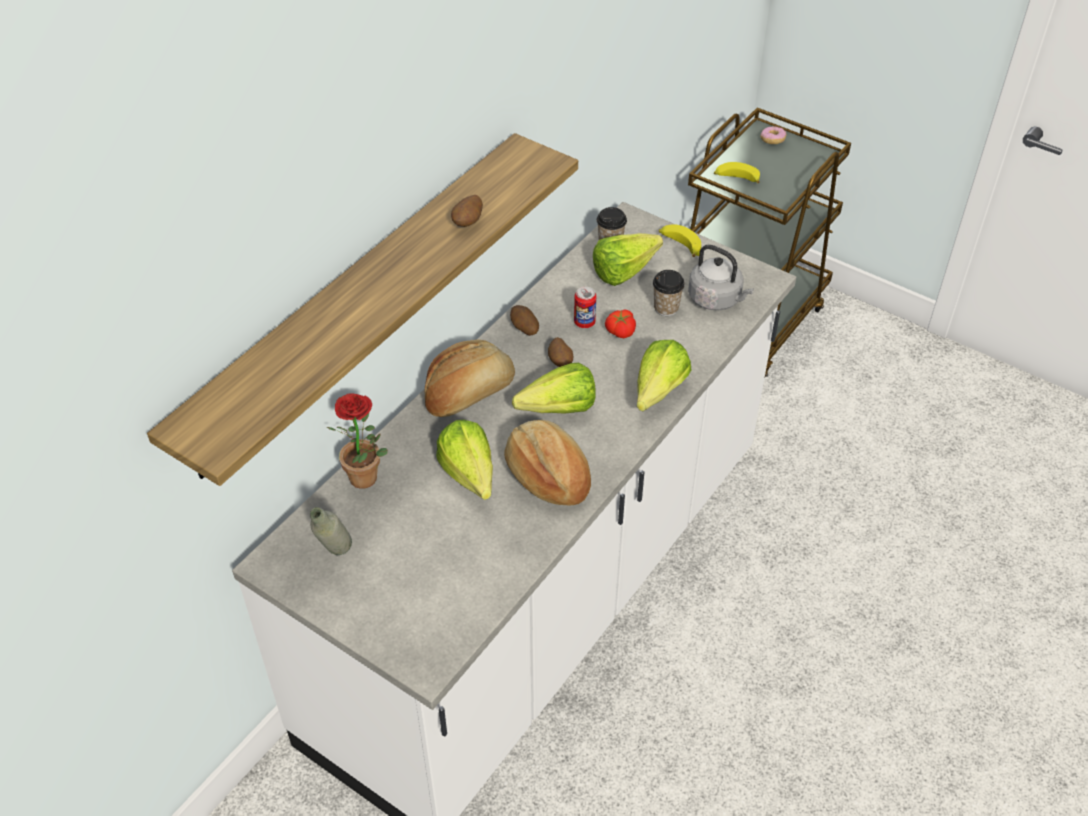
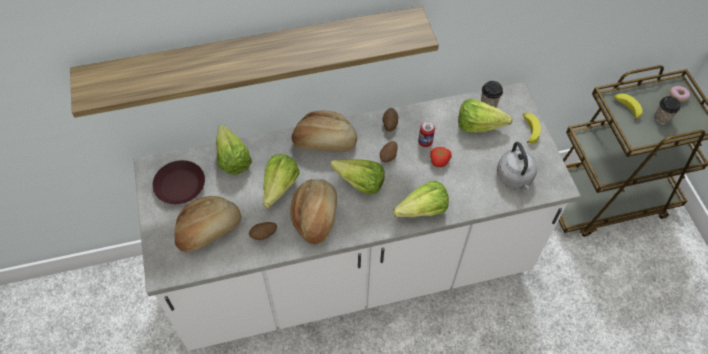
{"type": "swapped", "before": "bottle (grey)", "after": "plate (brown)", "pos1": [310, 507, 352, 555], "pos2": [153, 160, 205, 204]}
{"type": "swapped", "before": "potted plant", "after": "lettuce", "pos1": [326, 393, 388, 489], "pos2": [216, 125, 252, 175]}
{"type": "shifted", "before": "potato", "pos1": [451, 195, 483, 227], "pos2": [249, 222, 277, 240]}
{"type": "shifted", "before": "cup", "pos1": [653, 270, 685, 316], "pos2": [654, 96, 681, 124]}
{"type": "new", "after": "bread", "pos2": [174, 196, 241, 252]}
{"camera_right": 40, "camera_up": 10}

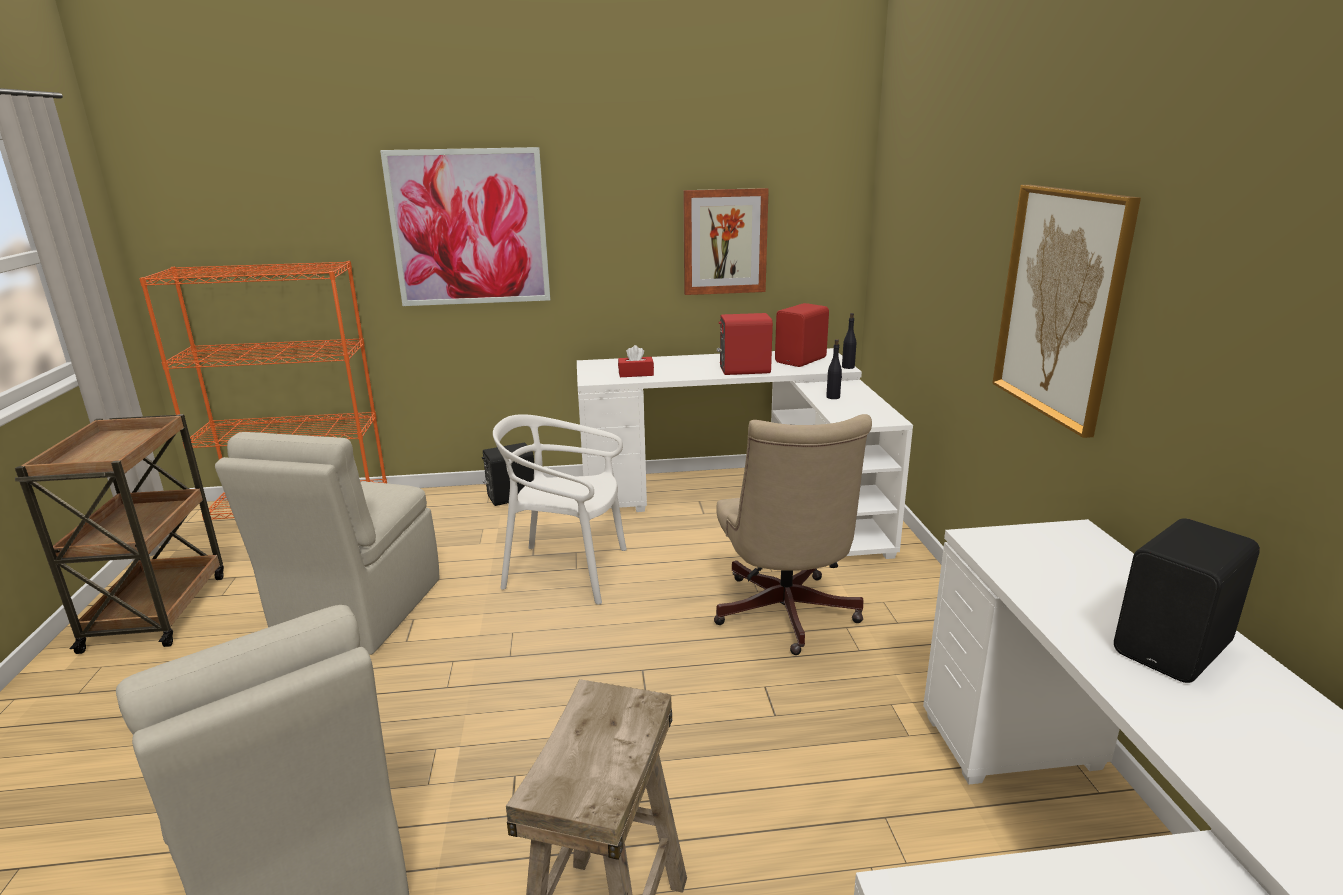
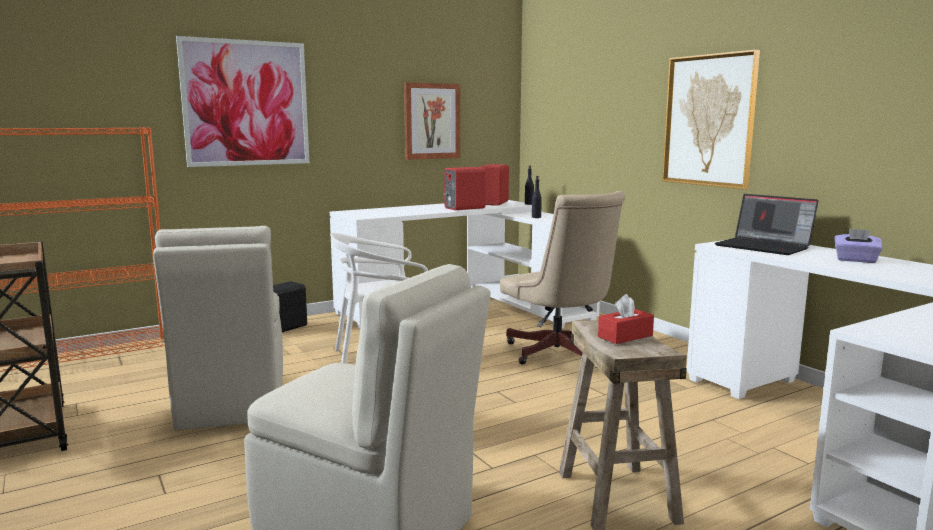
{"type": "shifted", "before": "tissue box (red)", "pos1": [618, 345, 654, 377], "pos2": [598, 294, 654, 344]}
{"type": "swapped", "before": "speaker (black)", "after": "tissue box (purple)", "pos1": [1114, 518, 1260, 683], "pos2": [835, 229, 883, 263]}
{"type": "new", "after": "laptop", "pos2": [715, 194, 819, 255]}
{"camera_right": -25, "camera_up": -10}

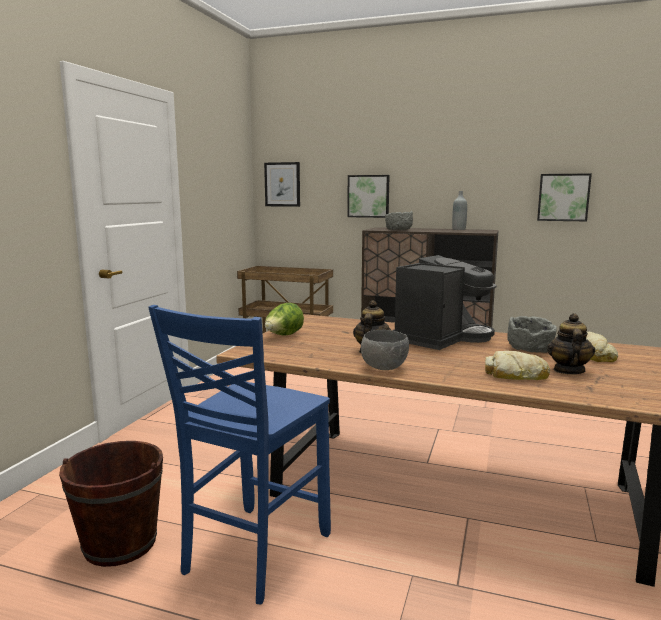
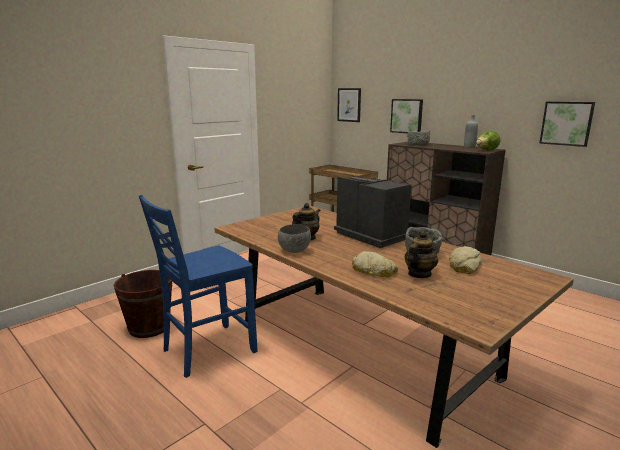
{"type": "shifted", "before": "lettuce", "pos1": [265, 303, 304, 336], "pos2": [476, 131, 501, 150]}
{"type": "rotated", "before": "coffee machine", "pos1": [392, 255, 497, 350], "pos2": [334, 177, 411, 248], "turn": -105}
{"camera_right": 25, "camera_up": 5}

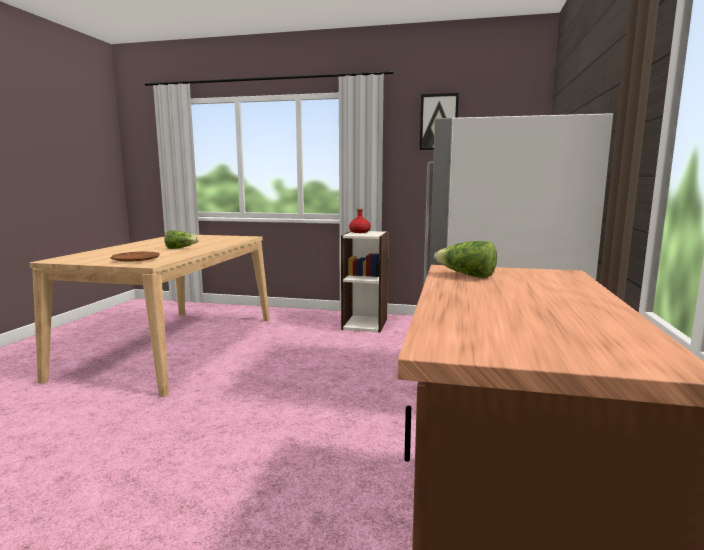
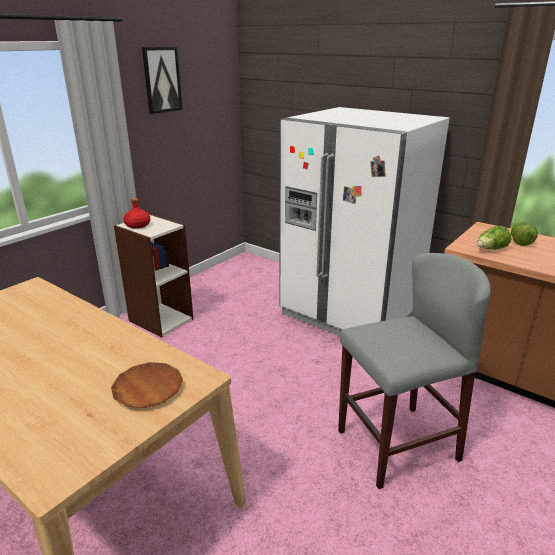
{"type": "shifted", "before": "lettuce", "pos1": [164, 230, 199, 249], "pos2": [511, 221, 538, 246]}
{"type": "new", "after": "stool (grey)", "pos2": [338, 253, 491, 489]}
{"camera_right": -65, "camera_up": 15}

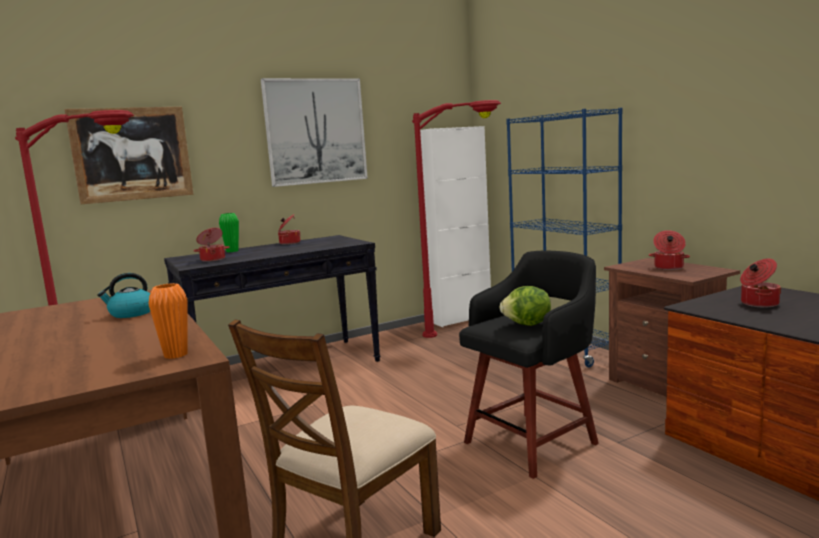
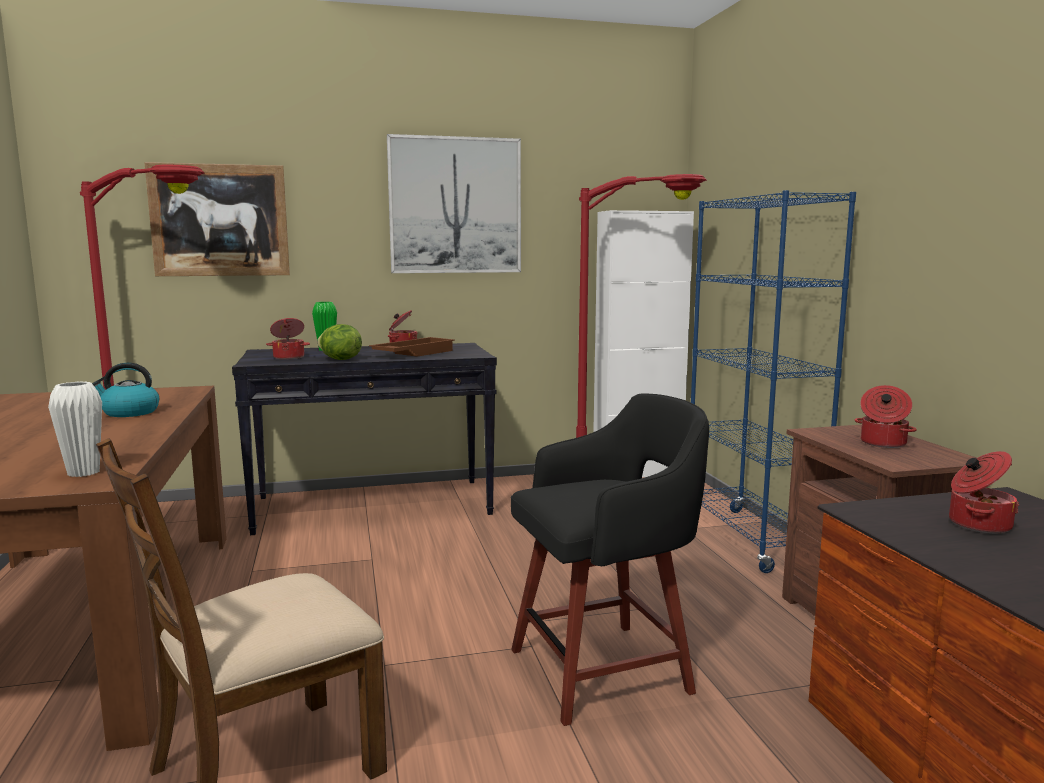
{"type": "repainted", "before": "vase (orange)", "after": "vase (white)", "pos1": [149, 283, 188, 359], "pos2": [48, 381, 102, 477]}
{"type": "shifted", "before": "lettuce", "pos1": [499, 286, 551, 326], "pos2": [317, 324, 362, 360]}
{"type": "new", "after": "tray (brown)", "pos2": [369, 337, 455, 357]}
{"camera_right": 15, "camera_up": 0}

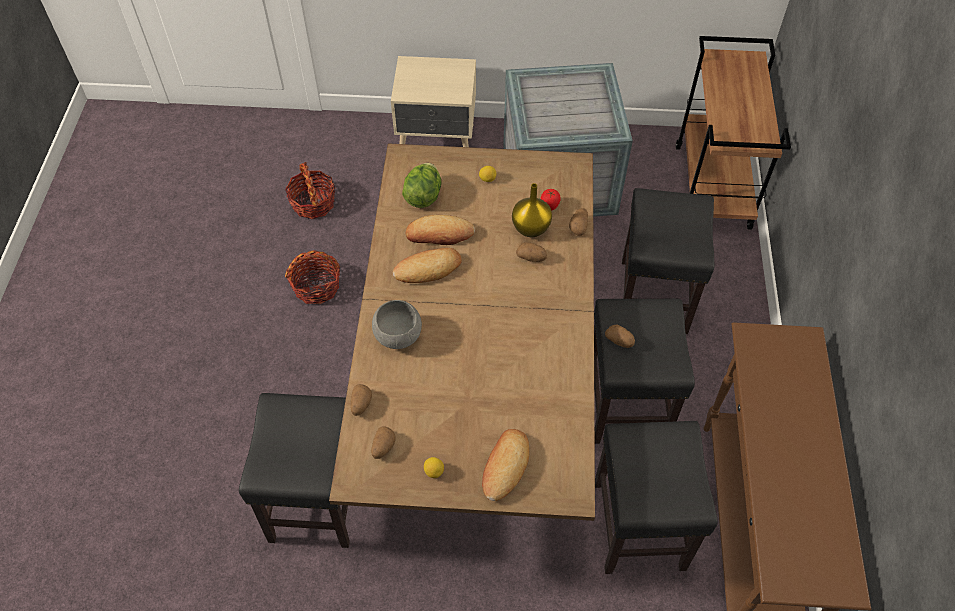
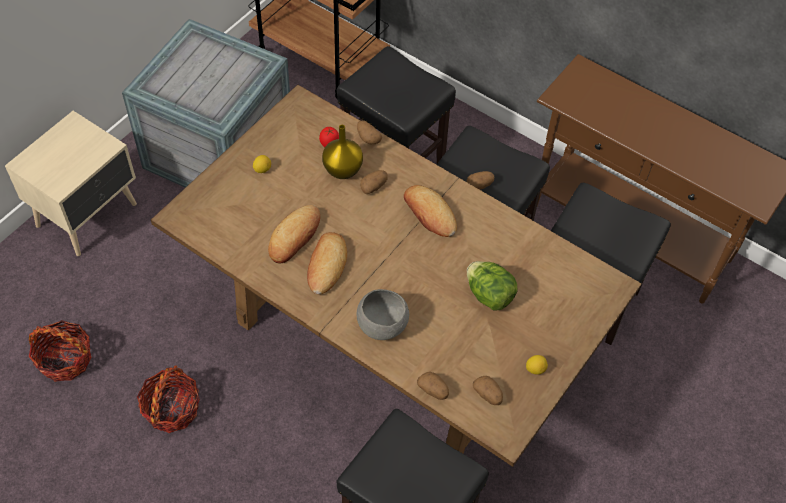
{"type": "shifted", "before": "lettuce", "pos1": [402, 163, 442, 208], "pos2": [467, 261, 518, 311]}
{"type": "shifted", "before": "bread", "pos1": [482, 429, 529, 501], "pos2": [404, 185, 457, 237]}
{"camera_right": -60, "camera_up": 0}

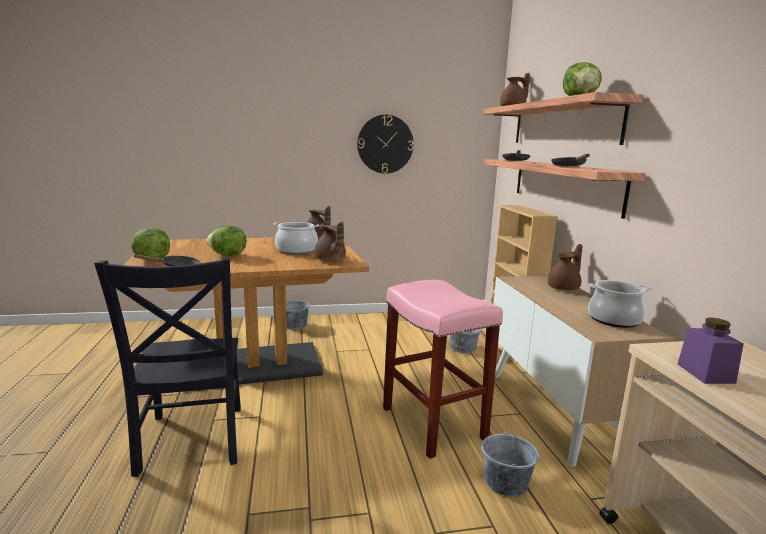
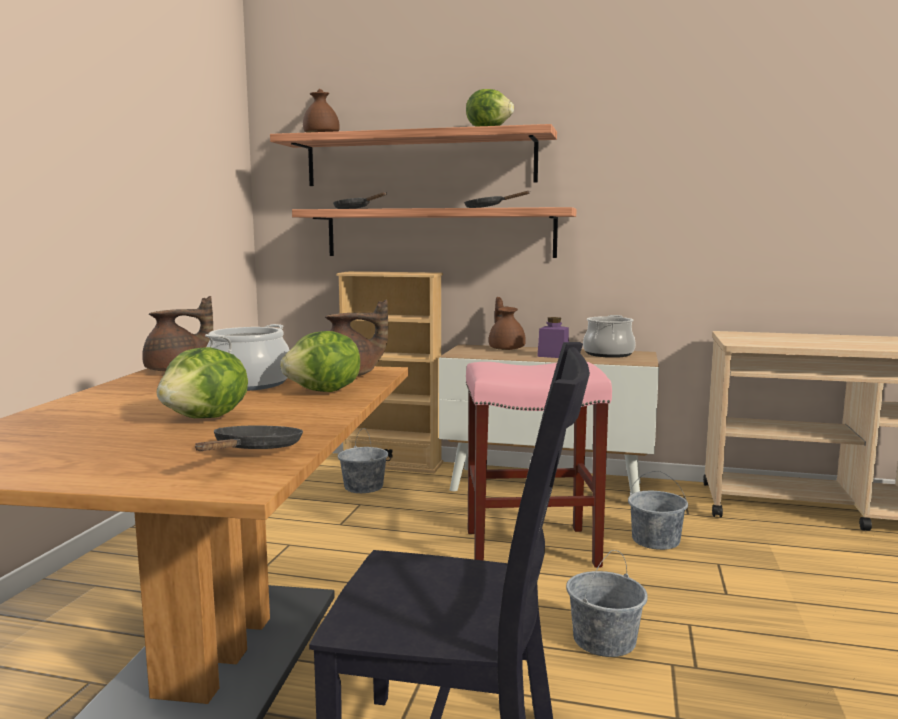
{"type": "shifted", "before": "lettuce", "pos1": [131, 228, 170, 260], "pos2": [280, 331, 360, 392]}
{"type": "shifted", "before": "bucket (grey)", "pos1": [286, 290, 310, 330], "pos2": [566, 550, 648, 657]}
{"type": "gone", "before": "wall clock", "pos1": [357, 115, 414, 174]}
{"type": "shifted", "before": "jar (purple)", "pos1": [678, 317, 744, 384], "pos2": [537, 317, 569, 358]}
{"camera_right": -65, "camera_up": -5}

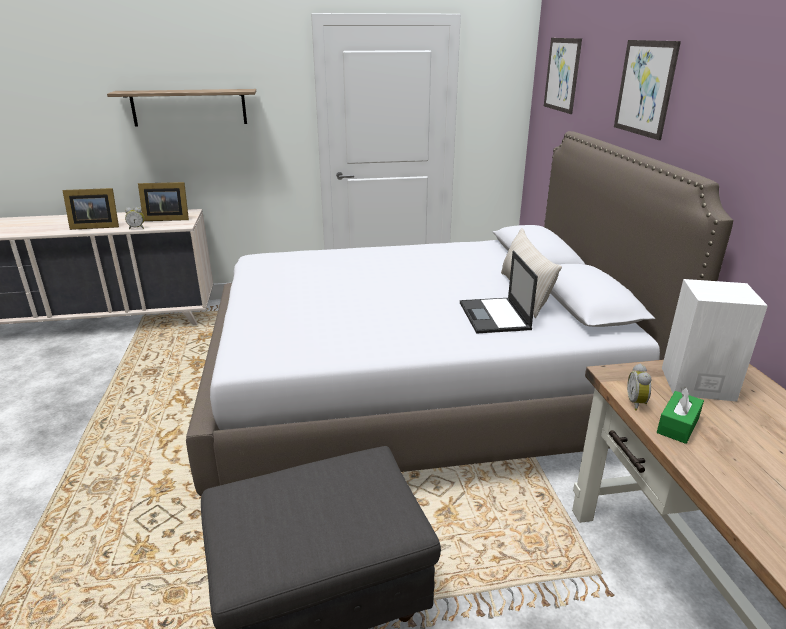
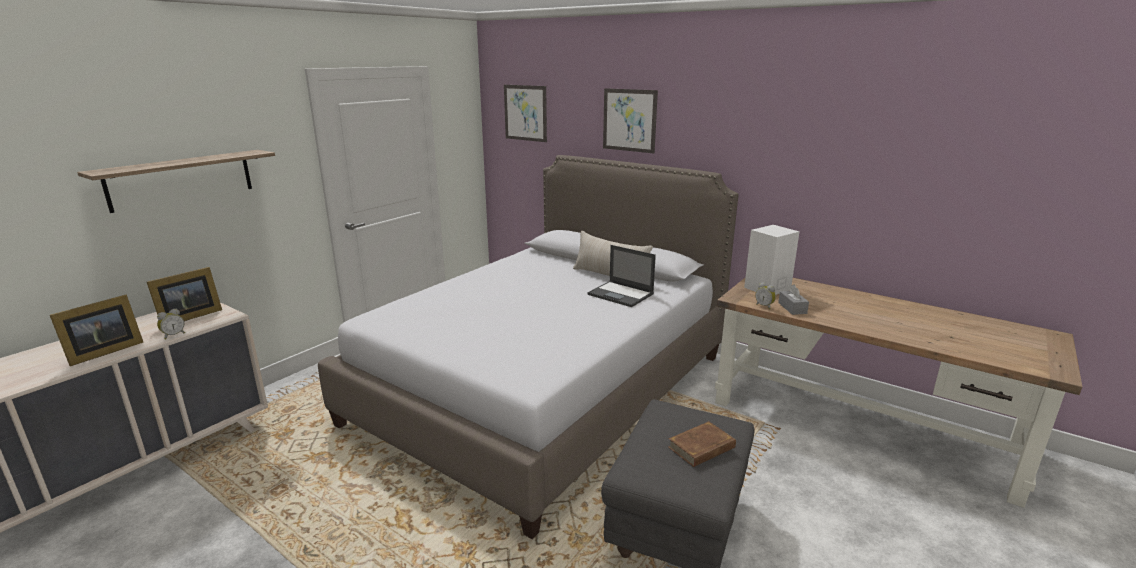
{"type": "repainted", "before": "tissue box (green)", "after": "tissue box (grey)", "pos1": [657, 387, 704, 444], "pos2": [778, 284, 809, 315]}
{"type": "new", "after": "book (brown)", "pos2": [668, 421, 736, 467]}
{"camera_right": -45, "camera_up": -5}

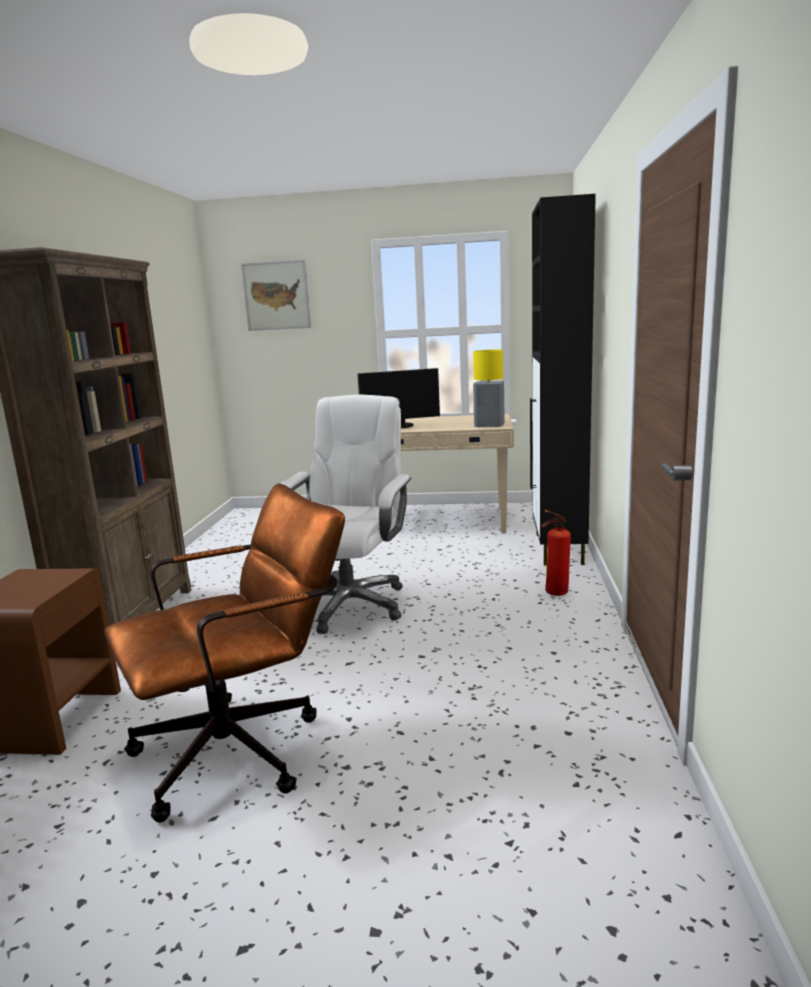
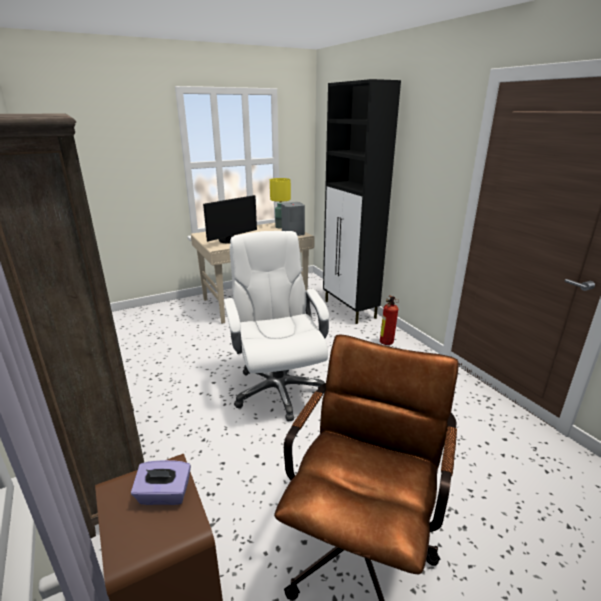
{"type": "gone", "before": "picture", "pos1": [241, 260, 311, 331]}
{"type": "new", "after": "tissue box (purple)", "pos2": [131, 460, 191, 505]}
{"camera_right": -35, "camera_up": 10}

